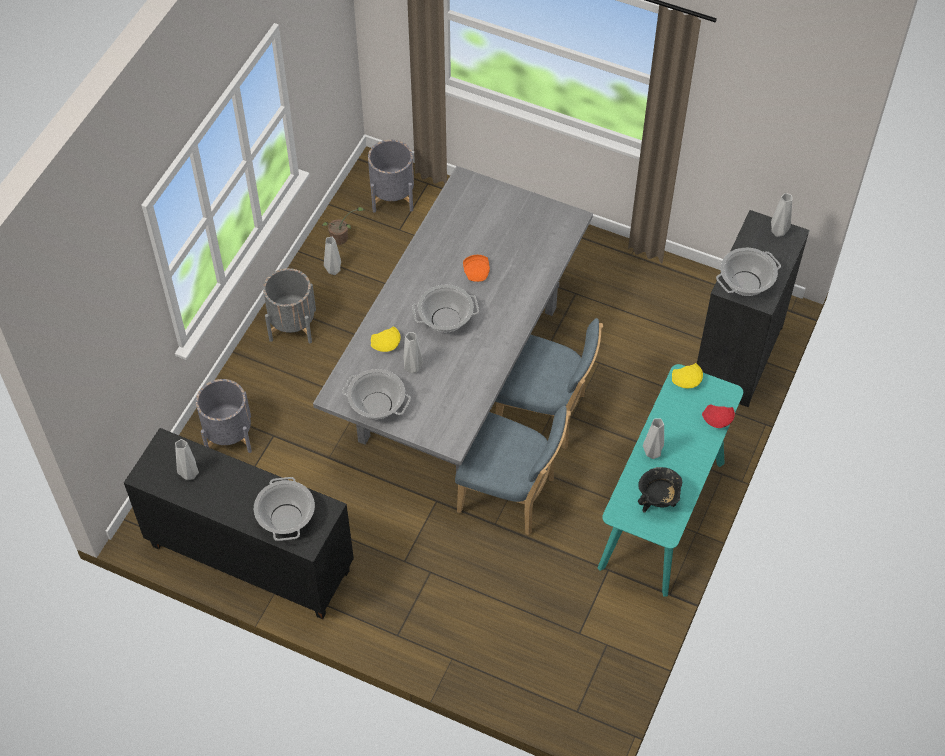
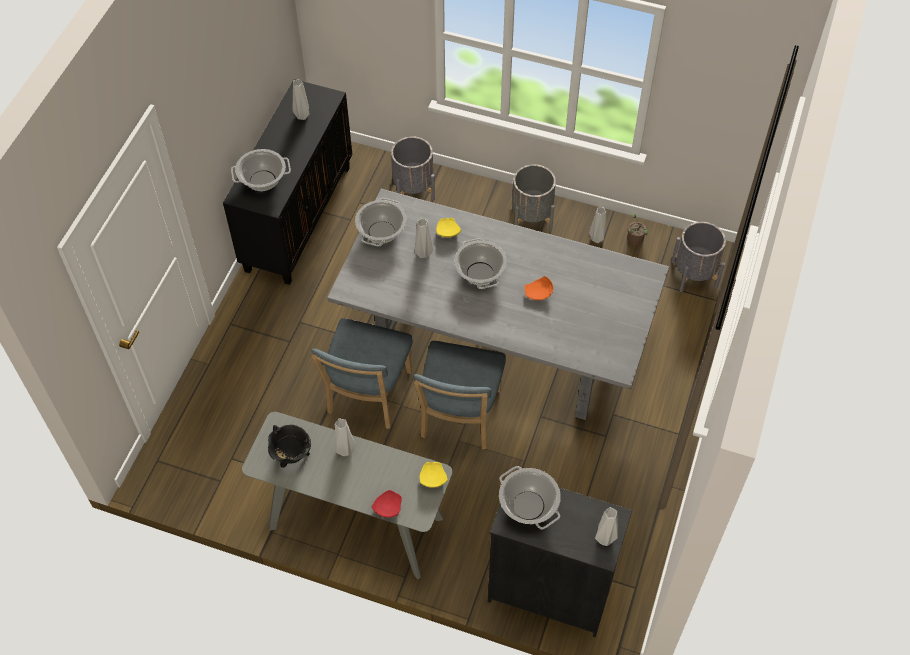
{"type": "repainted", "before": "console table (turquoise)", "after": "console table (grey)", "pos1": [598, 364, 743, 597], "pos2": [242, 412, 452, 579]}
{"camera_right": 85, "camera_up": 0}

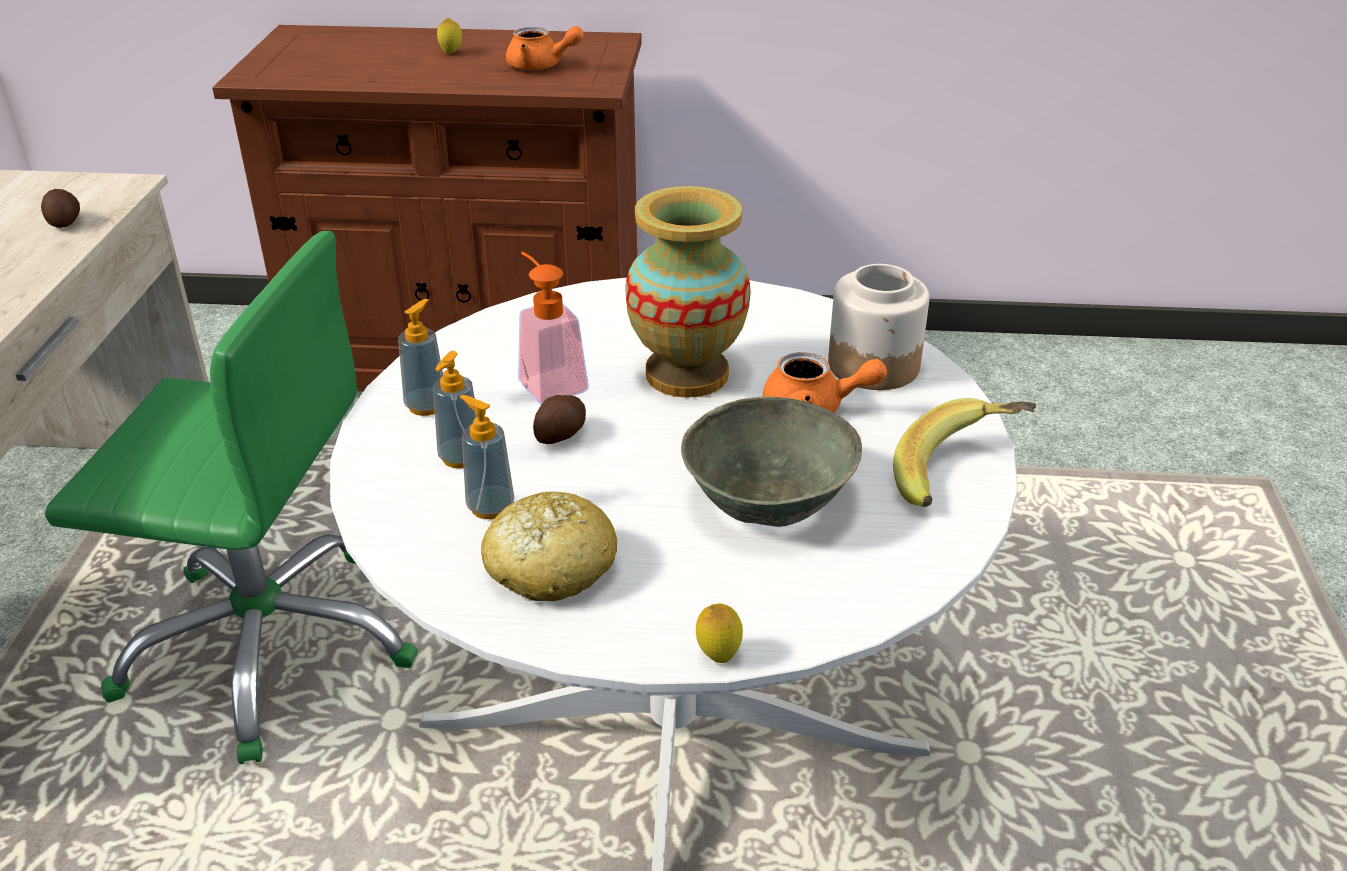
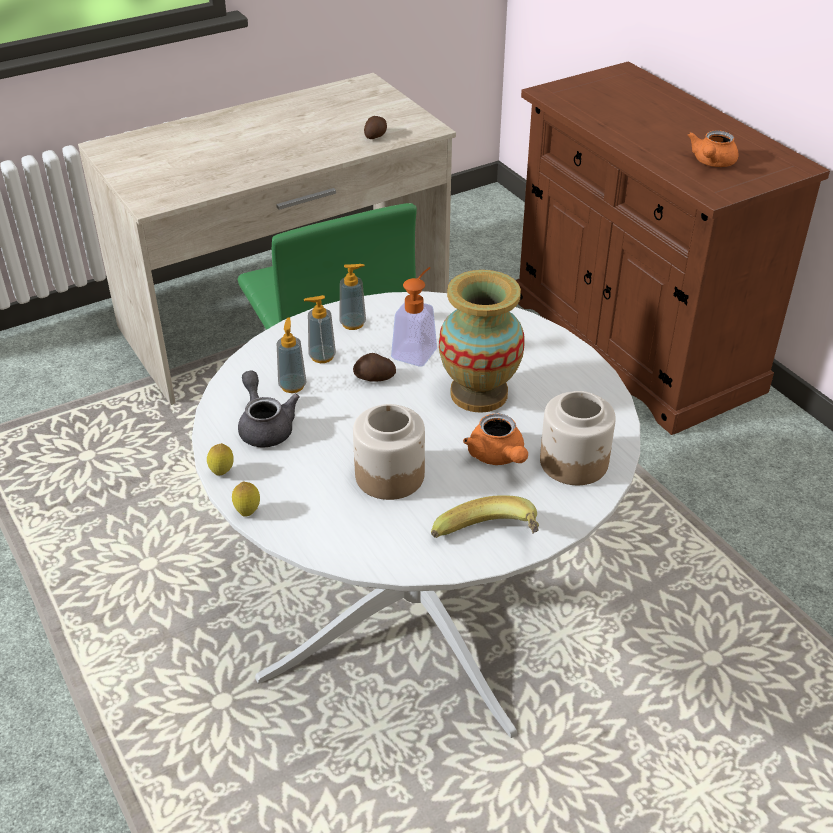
{"type": "shifted", "before": "lemon", "pos1": [437, 18, 462, 54], "pos2": [207, 443, 234, 475]}
{"type": "swapped", "before": "bread", "after": "teapot (grey)", "pos1": [481, 491, 617, 601], "pos2": [238, 370, 300, 447]}
{"type": "rotated", "before": "teapot (orange)", "pos1": [506, 26, 584, 70], "pos2": [688, 130, 738, 167], "turn": 45}
{"type": "swapped", "before": "bowl (grey)", "after": "jar", "pos1": [681, 396, 862, 527], "pos2": [353, 404, 425, 500]}
{"camera_right": 55, "camera_up": 5}

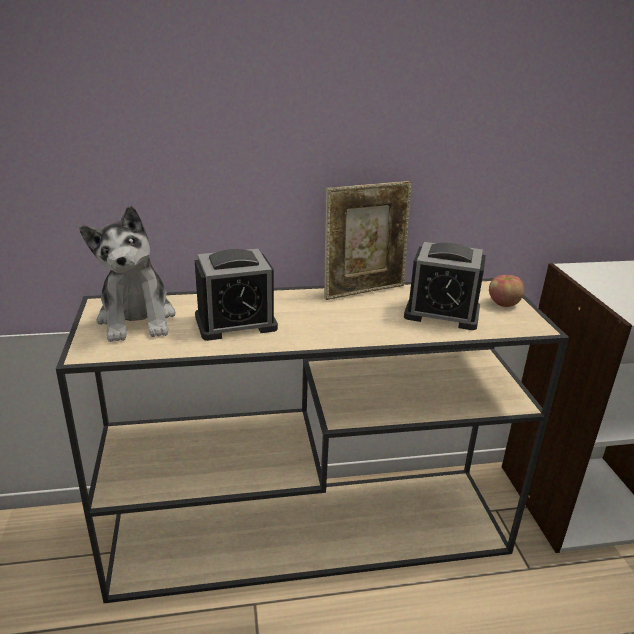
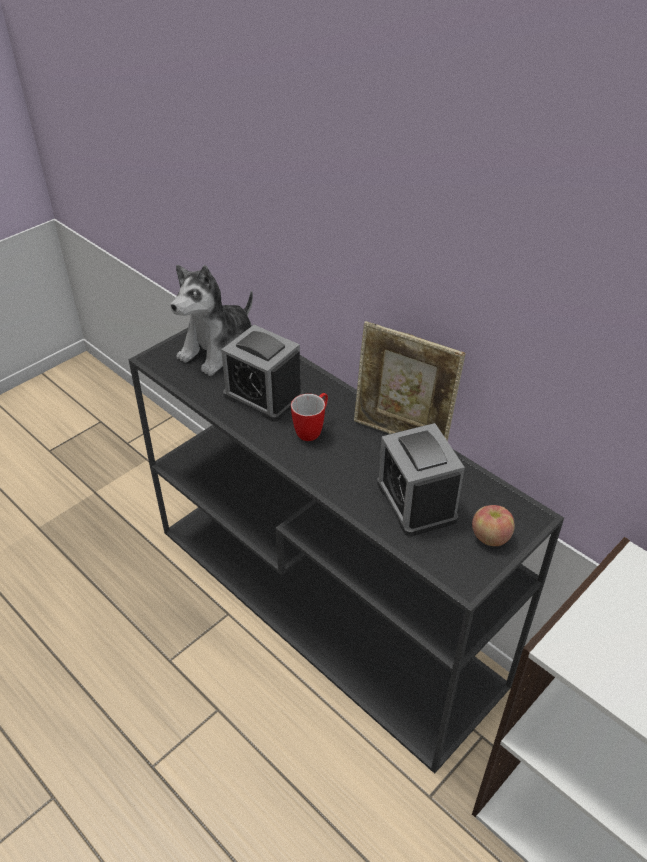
{"type": "repainted", "before": "console table (beige)", "after": "console table (black)", "pos1": [56, 278, 569, 603], "pos2": [129, 325, 564, 774]}
{"type": "new", "after": "mug", "pos2": [291, 393, 328, 441]}
{"camera_right": 55, "camera_up": 15}

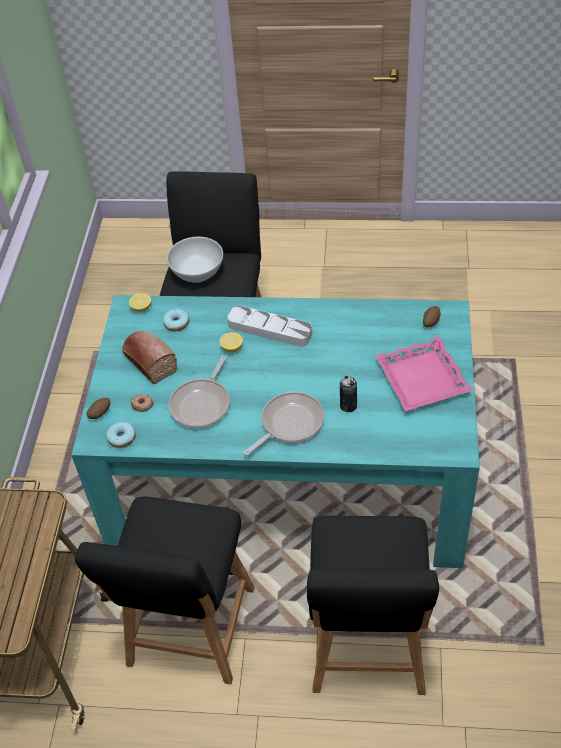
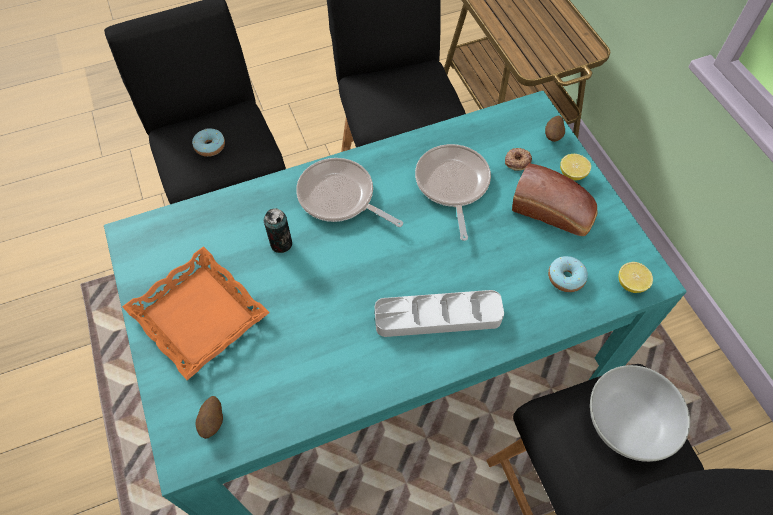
{"type": "shifted", "before": "donut", "pos1": [106, 422, 136, 448], "pos2": [192, 128, 225, 157]}
{"type": "shifted", "before": "lemon", "pos1": [219, 332, 243, 352], "pos2": [560, 154, 591, 180]}
{"type": "rotated", "before": "frying pan", "pos1": [244, 392, 324, 456], "pos2": [296, 158, 403, 227], "turn": 105}
{"type": "repainted", "before": "tray (pink)", "after": "tray (orange)", "pos1": [375, 337, 473, 411], "pos2": [122, 246, 270, 380]}
{"camera_right": 150, "camera_up": 10}

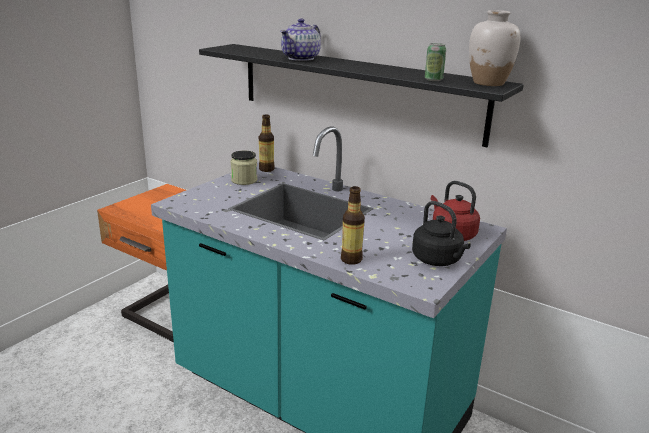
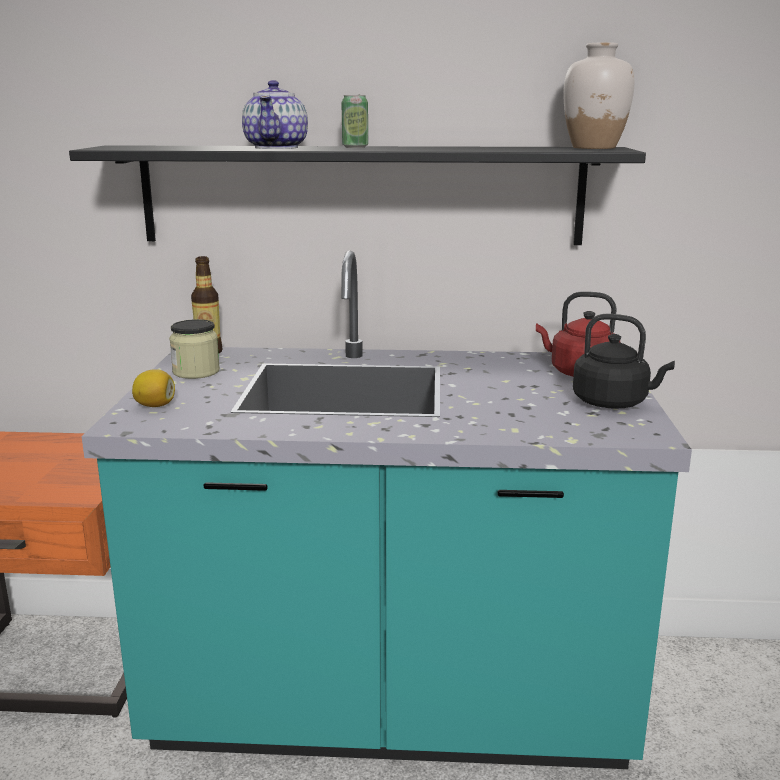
{"type": "gone", "before": "bottle", "pos1": [341, 186, 365, 265]}
{"type": "shifted", "before": "can", "pos1": [425, 43, 446, 81], "pos2": [341, 94, 368, 148]}
{"type": "new", "after": "lemon", "pos2": [132, 369, 175, 407]}
{"camera_right": -30, "camera_up": -5}

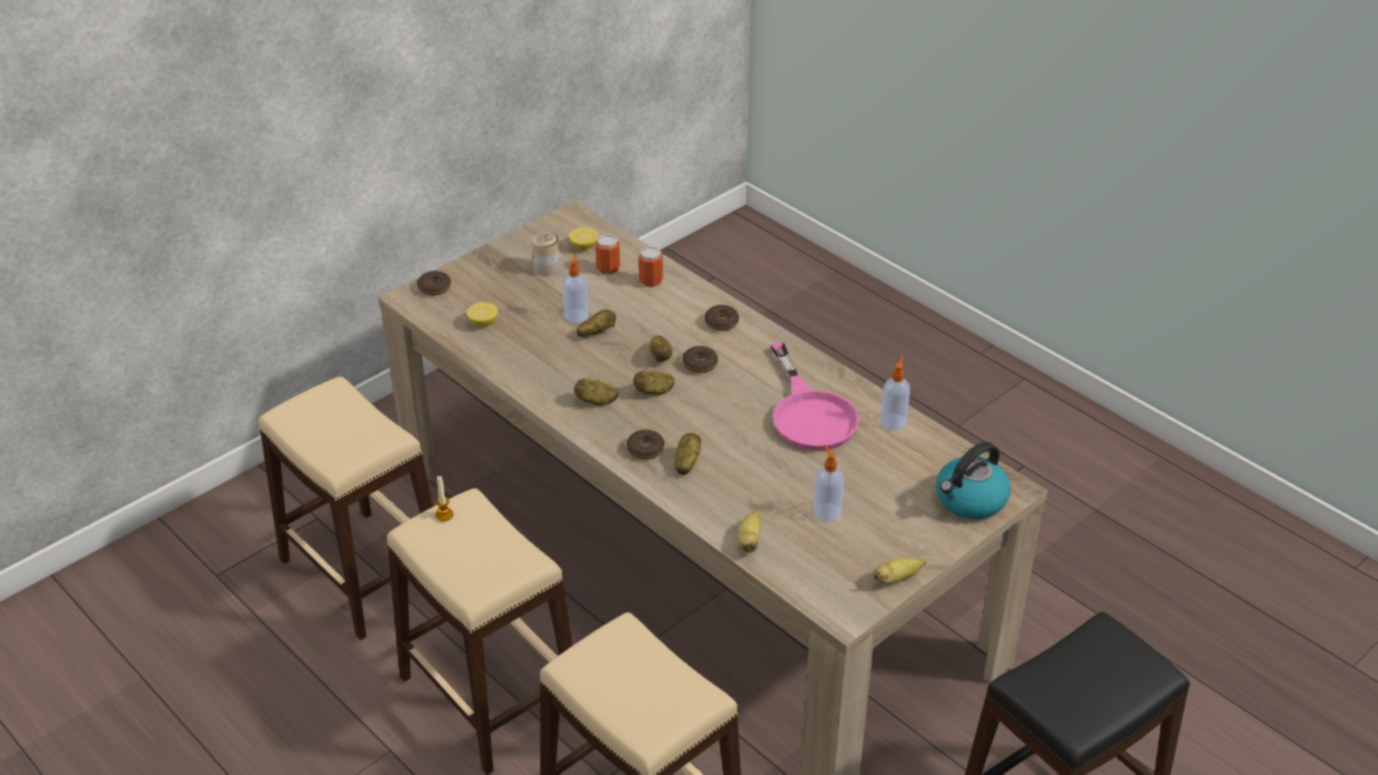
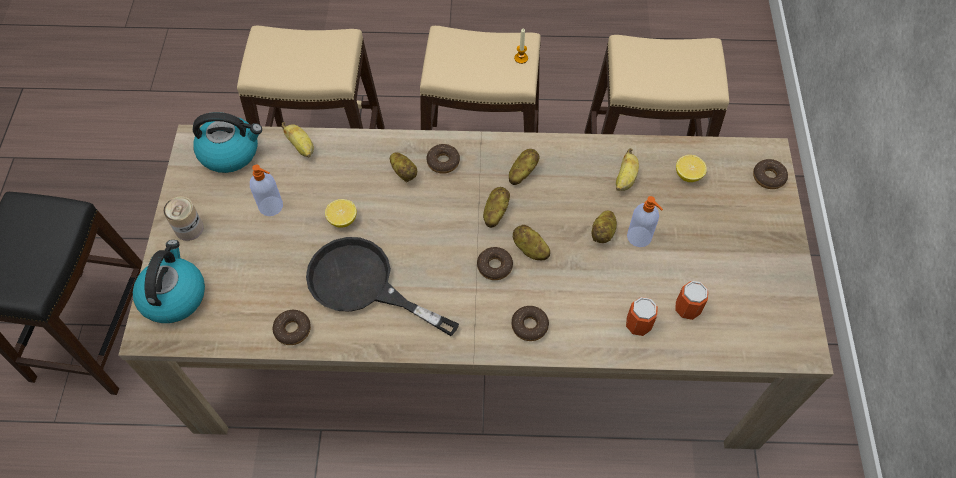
{"type": "shifted", "before": "can", "pos1": [531, 232, 560, 276], "pos2": [163, 197, 204, 241]}
{"type": "shifted", "before": "lemon", "pos1": [569, 227, 598, 250], "pos2": [325, 199, 357, 228]}
{"type": "repainted", "before": "frying pan (pink)", "after": "frying pan (black)", "pos1": [771, 342, 860, 451], "pos2": [306, 237, 459, 336]}
{"type": "shifted", "before": "banana", "pos1": [874, 557, 926, 585], "pos2": [616, 148, 639, 191]}
{"type": "swapped", "before": "soap dispenser", "after": "donut", "pos1": [880, 356, 910, 430], "pos2": [273, 310, 311, 345]}
{"type": "new", "after": "kettle", "pos2": [193, 112, 262, 173]}
{"camera_right": 135, "camera_up": 20}

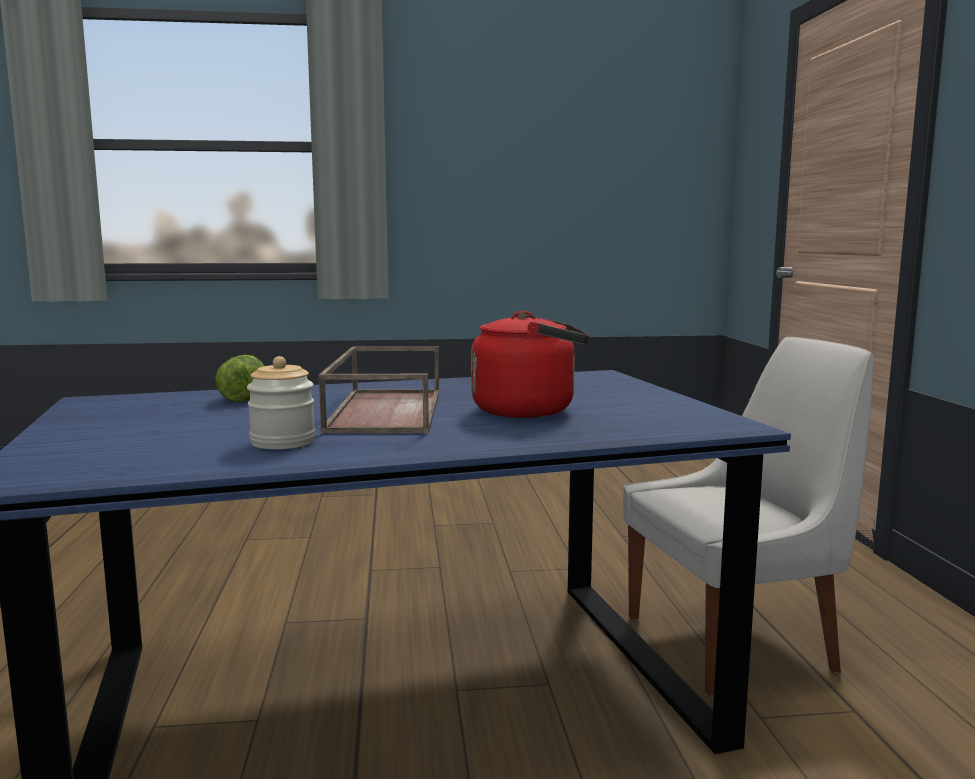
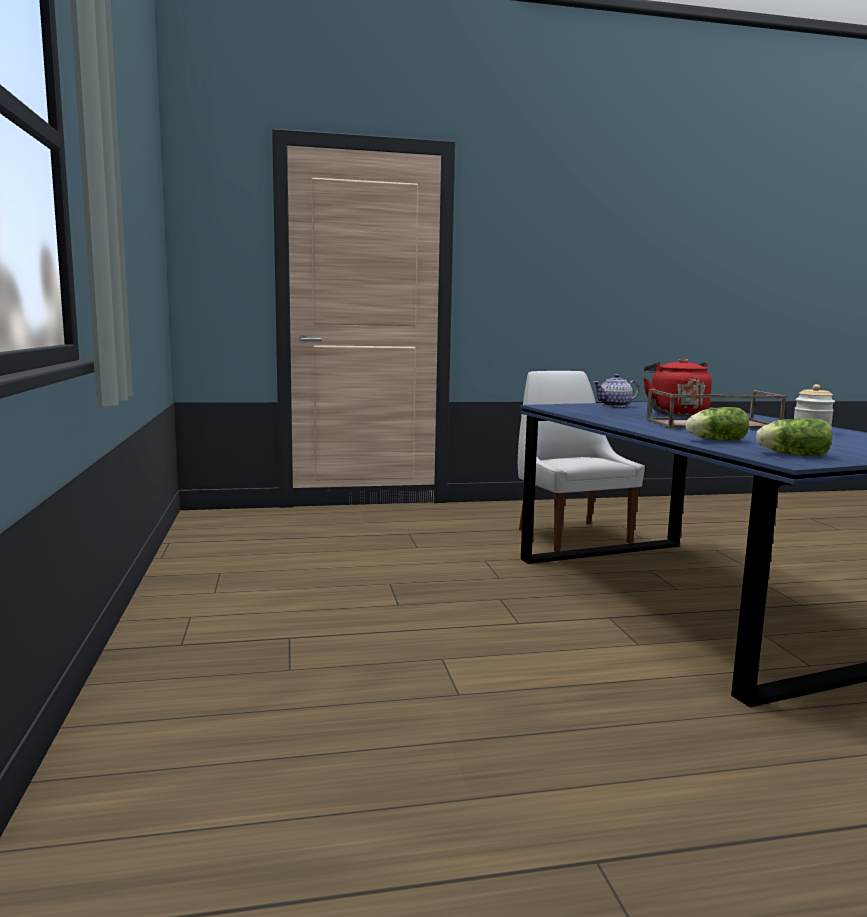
{"type": "new", "after": "teapot", "pos2": [593, 374, 639, 407]}
{"type": "new", "after": "lettuce", "pos2": [756, 418, 832, 457]}
{"camera_right": -95, "camera_up": 0}

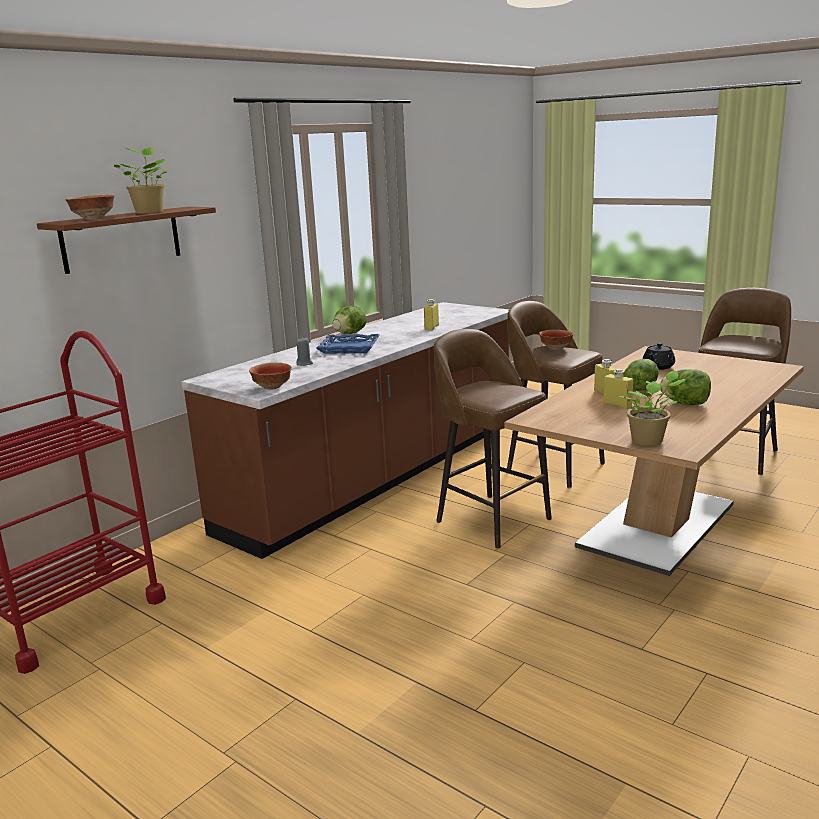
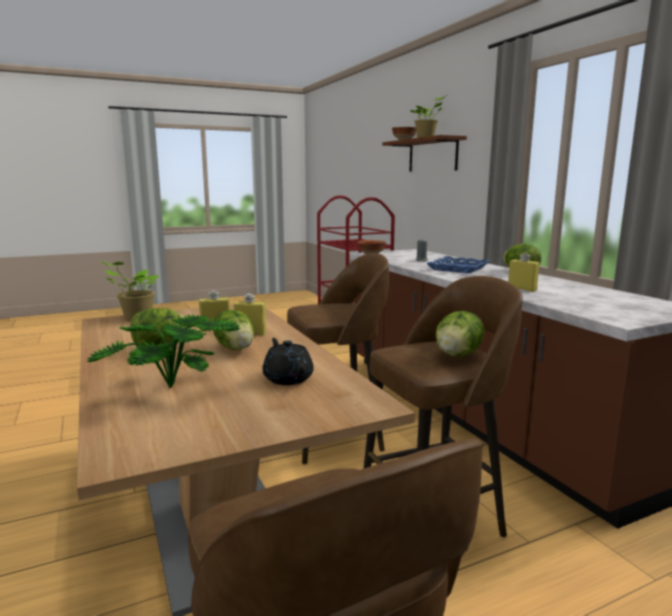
{"type": "swapped", "before": "bowl", "after": "lettuce", "pos1": [539, 330, 574, 350], "pos2": [435, 311, 485, 356]}
{"type": "new", "after": "potted plant", "pos2": [86, 314, 240, 388]}
{"camera_right": 115, "camera_up": -5}

